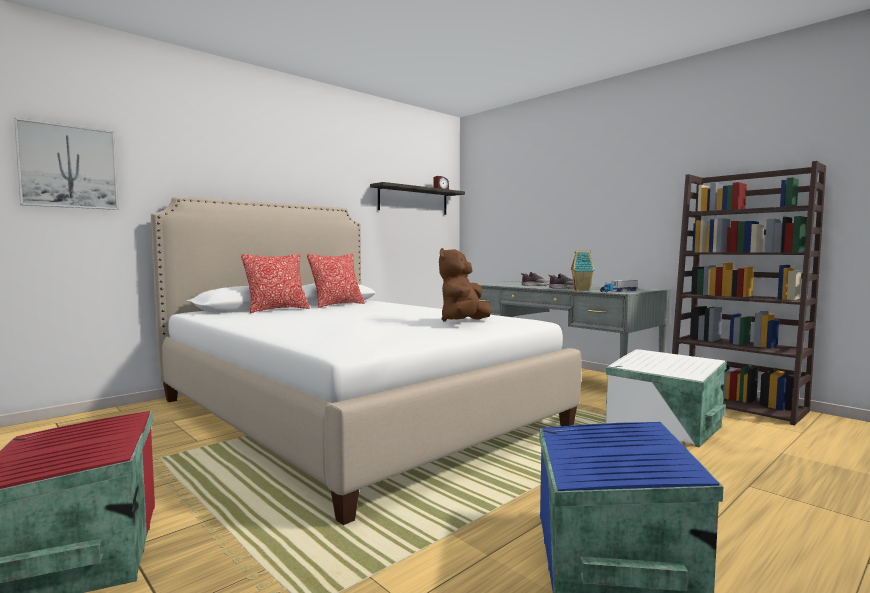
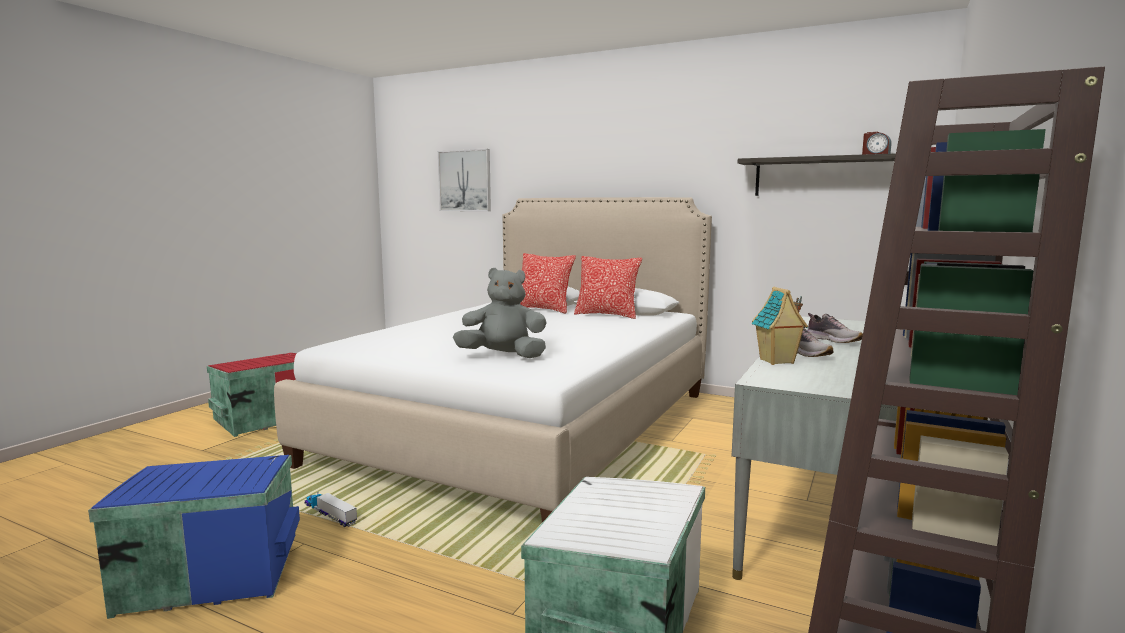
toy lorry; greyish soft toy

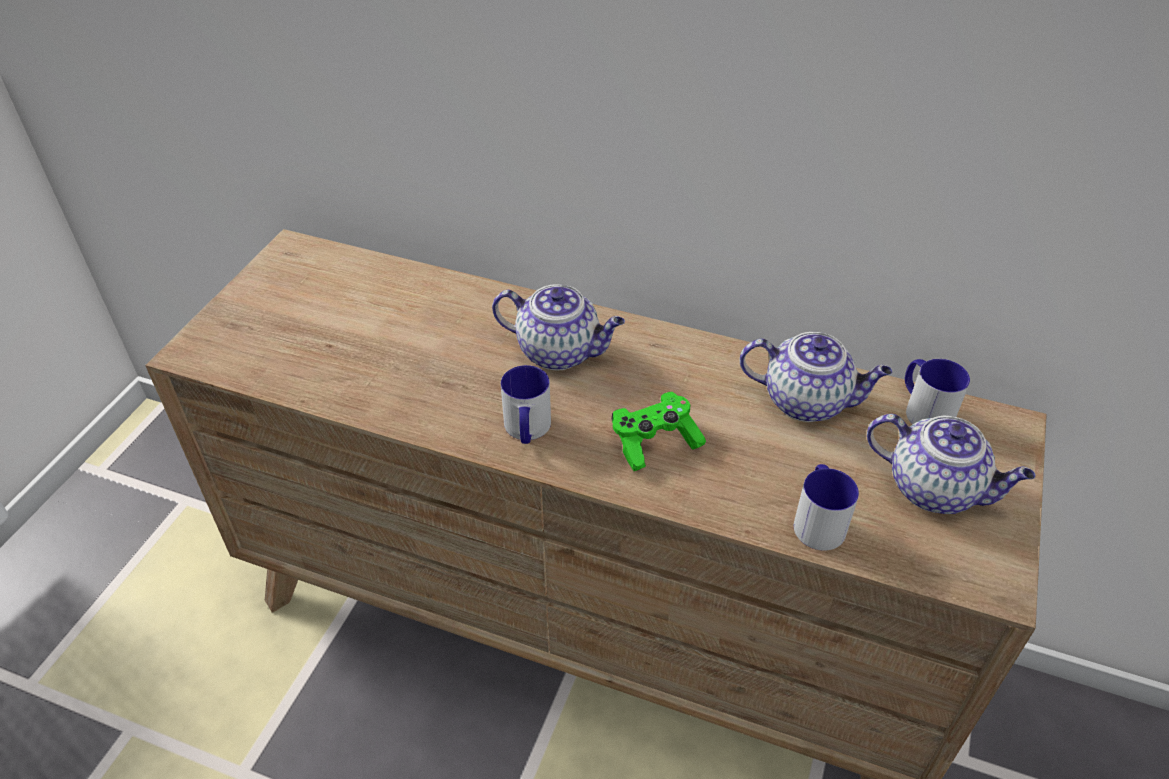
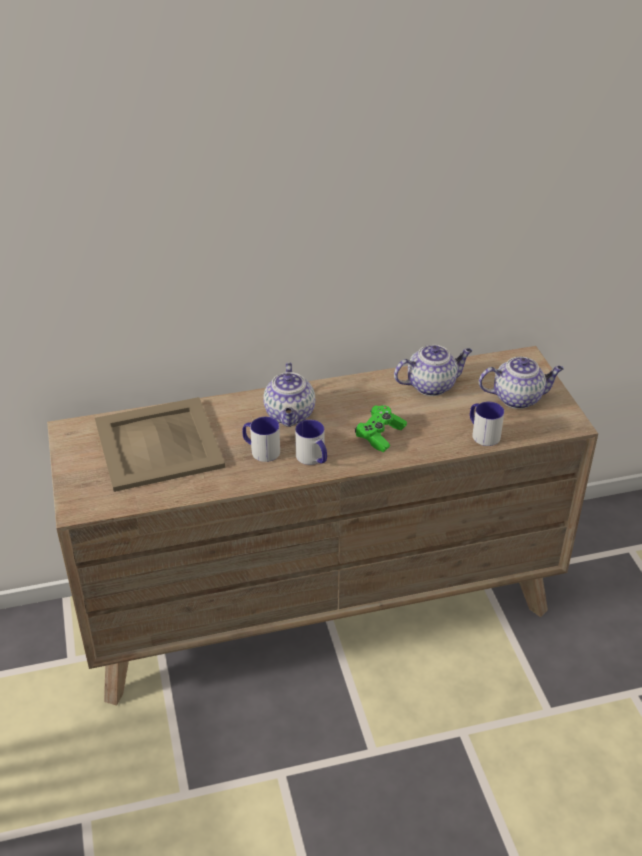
beige carrying tray; coffee mug (no. 1 from left); teapot (no. 1 from left)

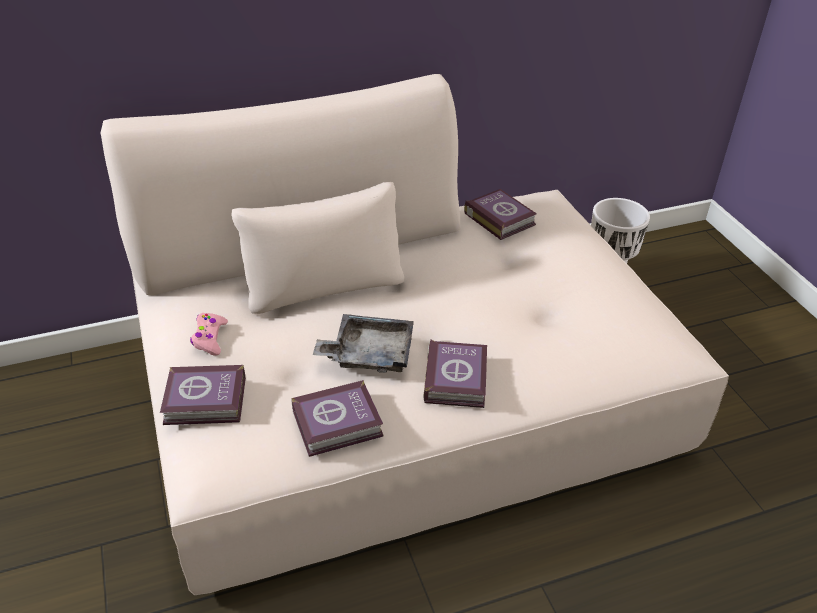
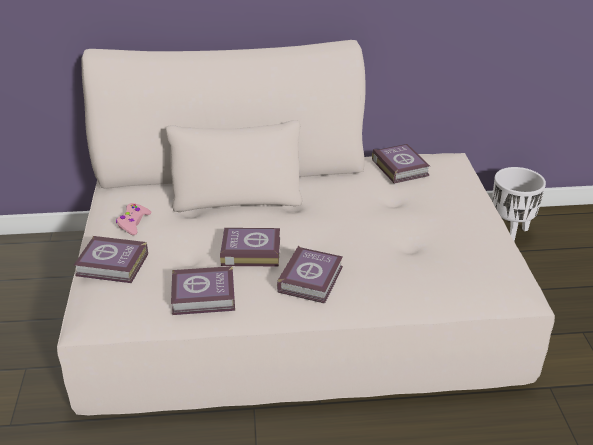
bound book (no. 3 from left)

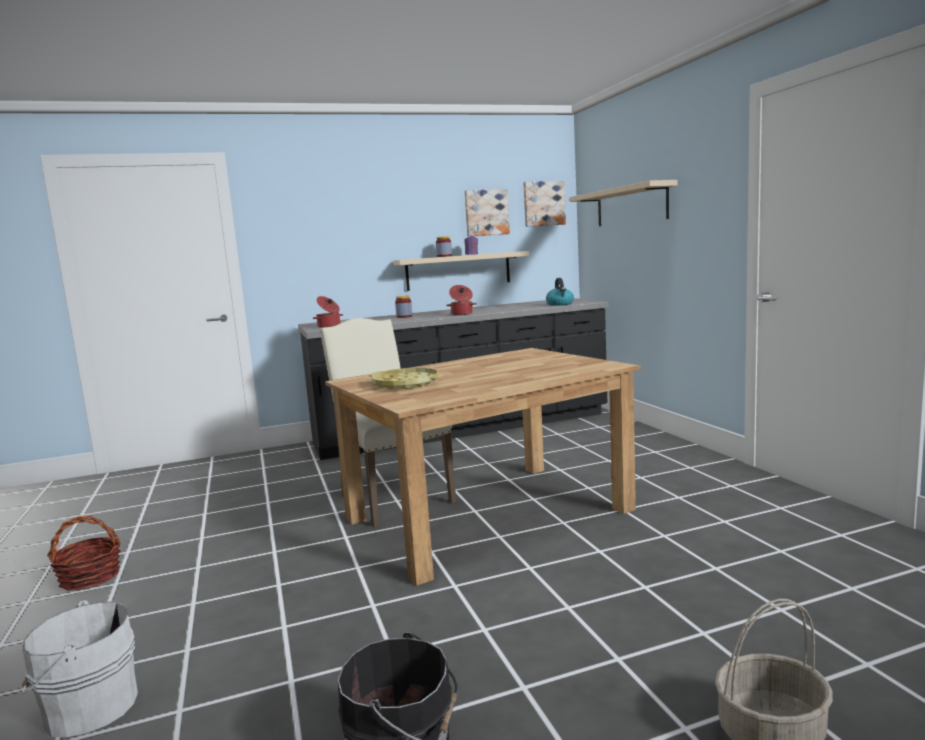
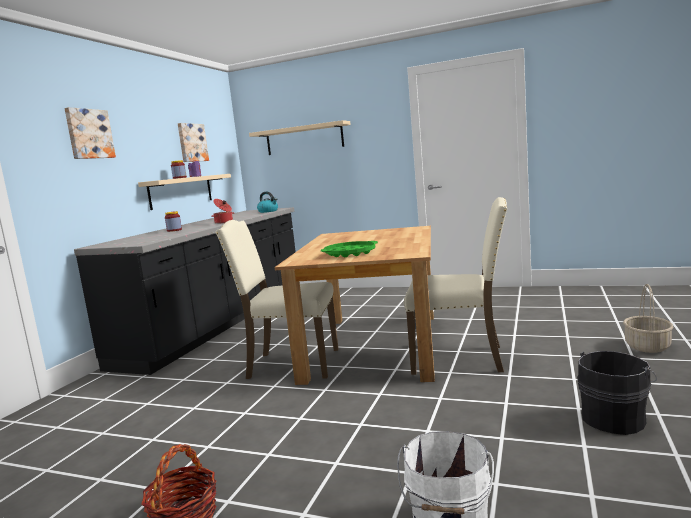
saucepot (no. 1 from left in the first image); beige upright chair (no. 2 from left); picture (no. 1 from left); greenish carrying tray

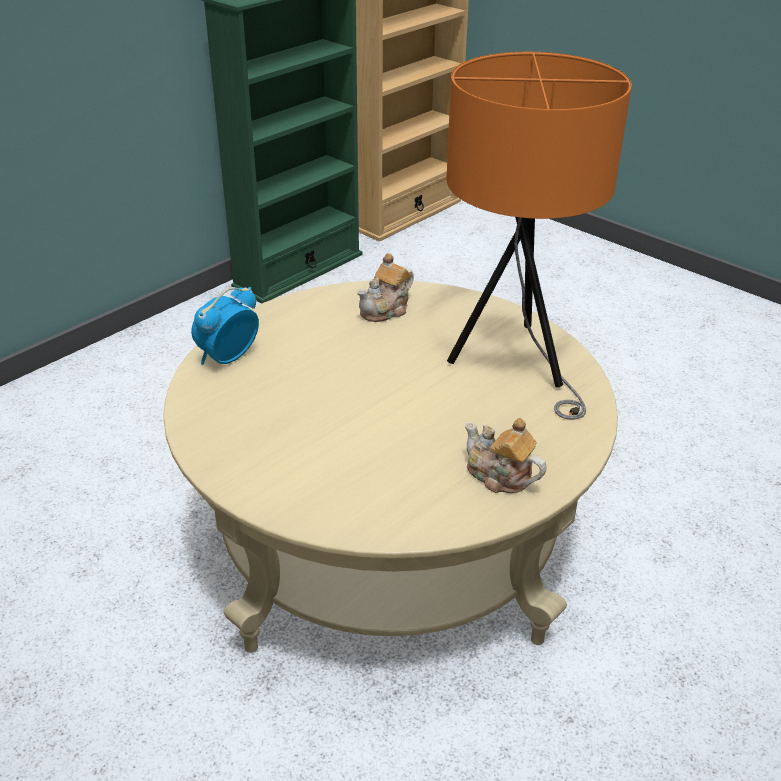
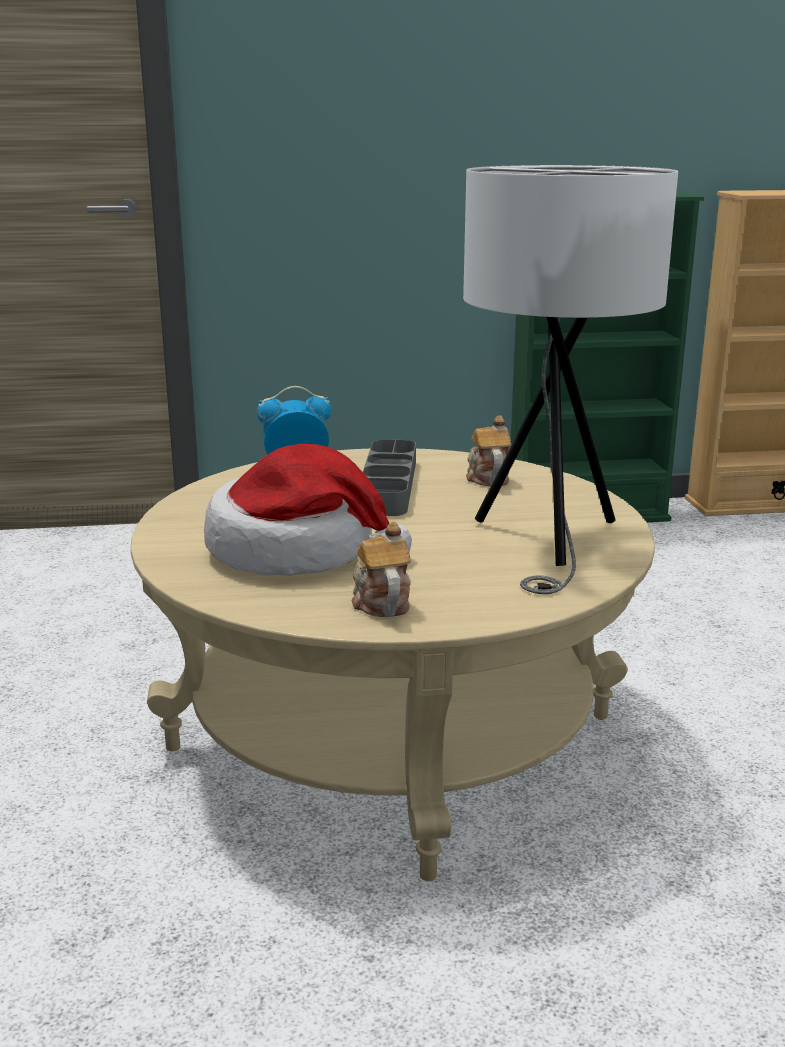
clothing hat; greyish carrying tray; white-coloured lamp for a table; teapot (no. 2 from left)

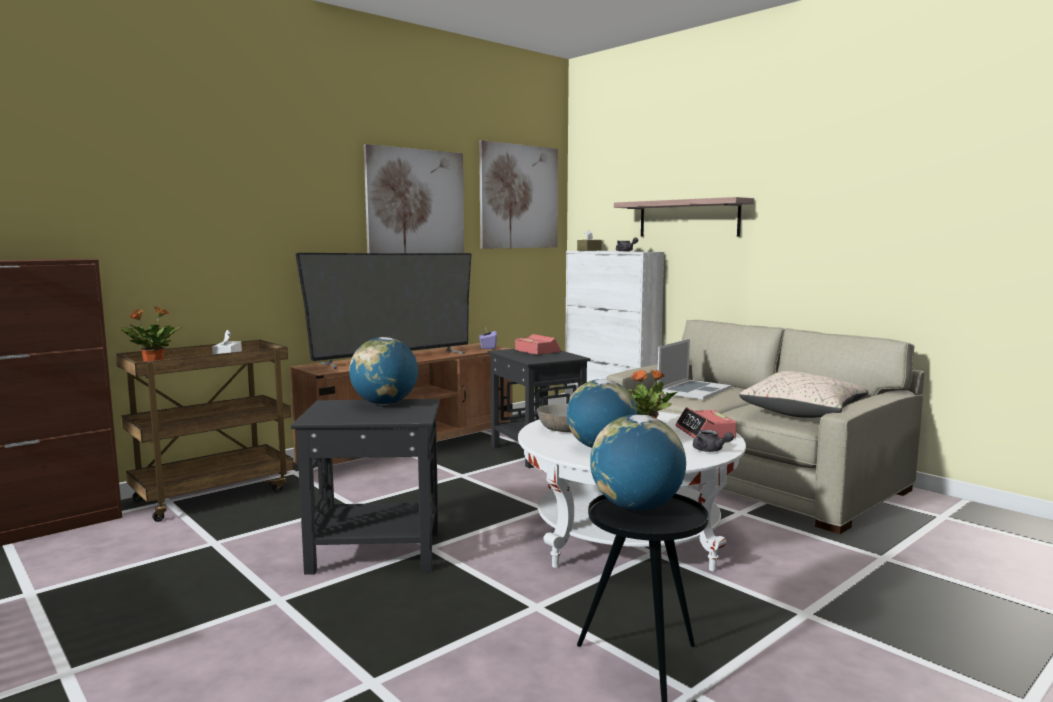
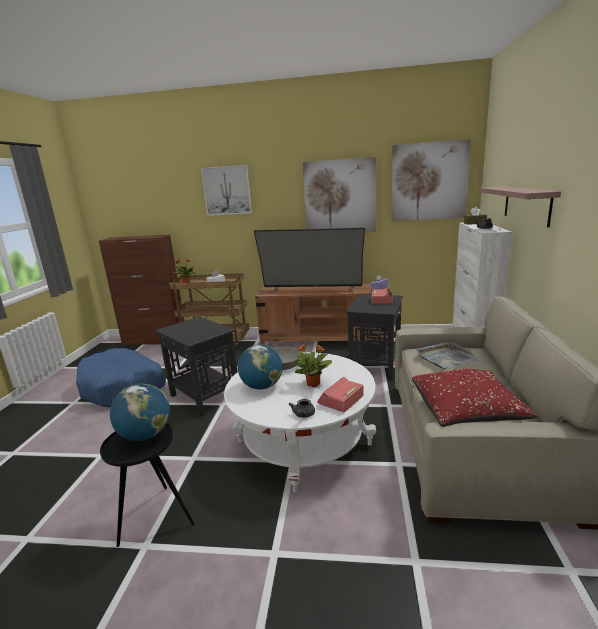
desk globe (no. 1 from left in the first image); blue-coloured dog bed; picture (no. 1 from left); greyish carrying tray; reddish cushion

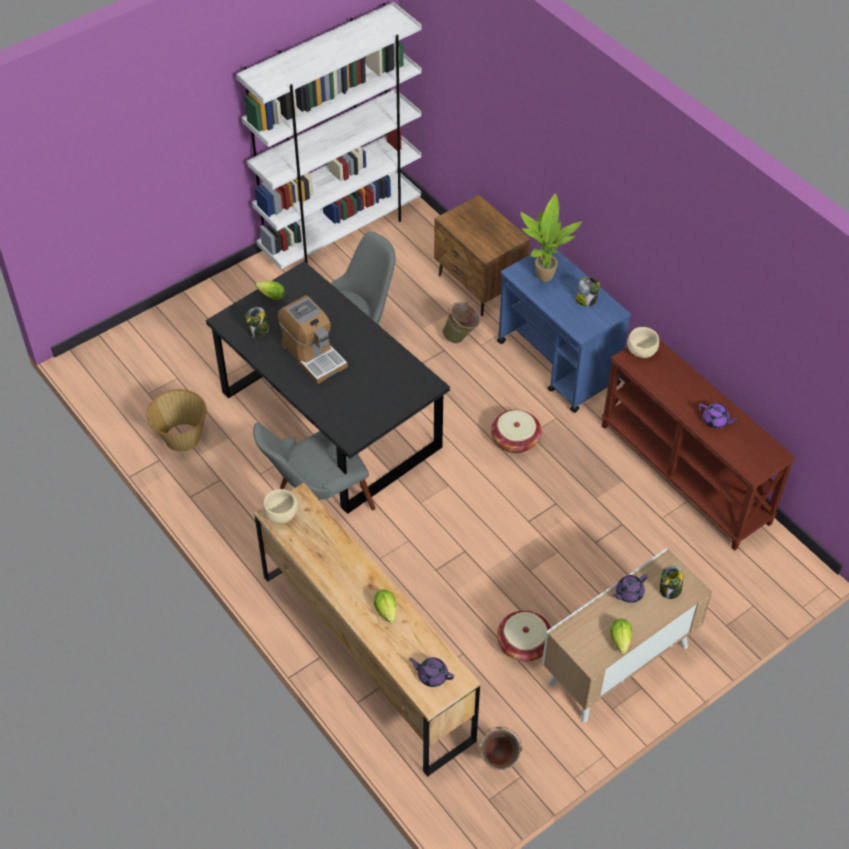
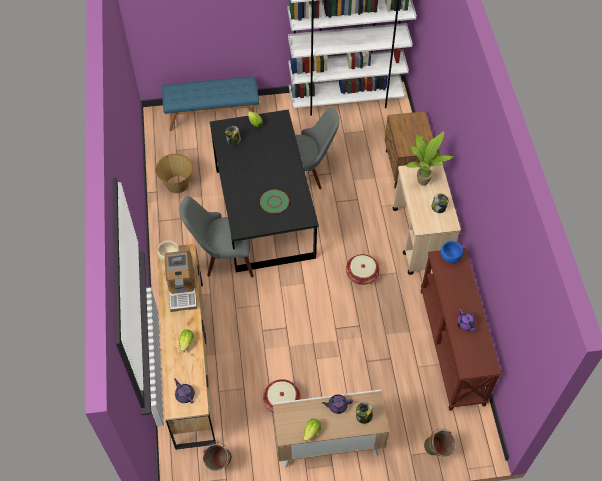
blue-coloured indoor bench; greenish dinner plate; coffee machine; greenish bucket (no. 2 from left); beige wheeled cart; blue-coloured bowl

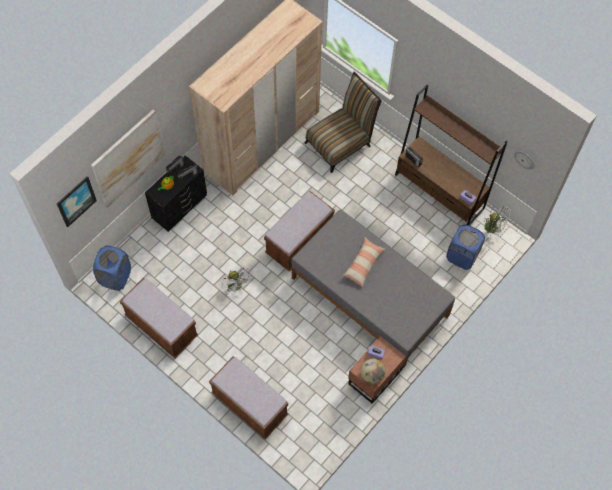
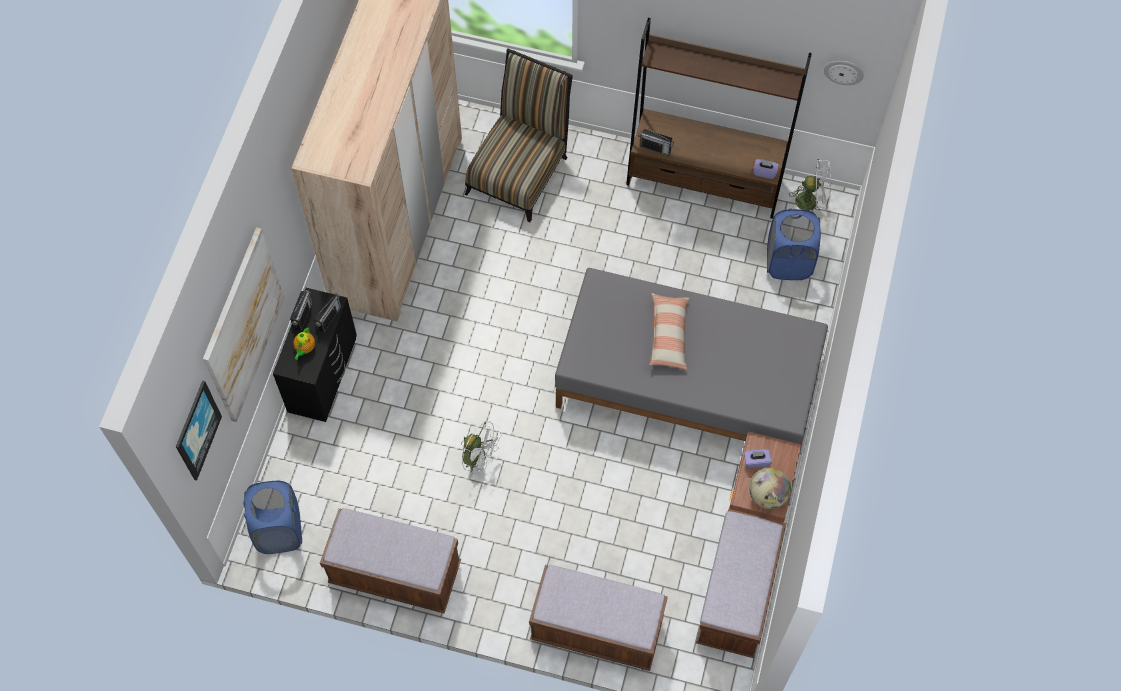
brown-coloured indoor bench (no. 3 from left)

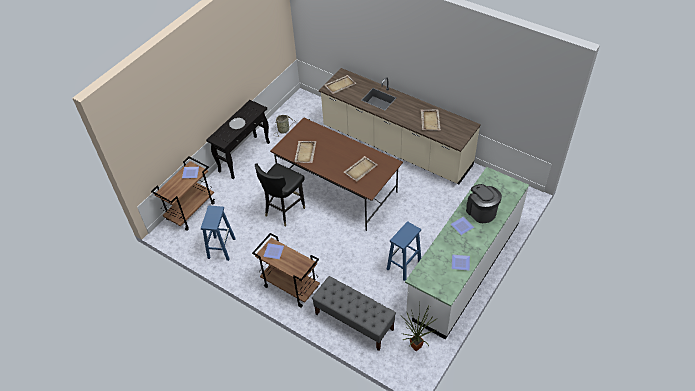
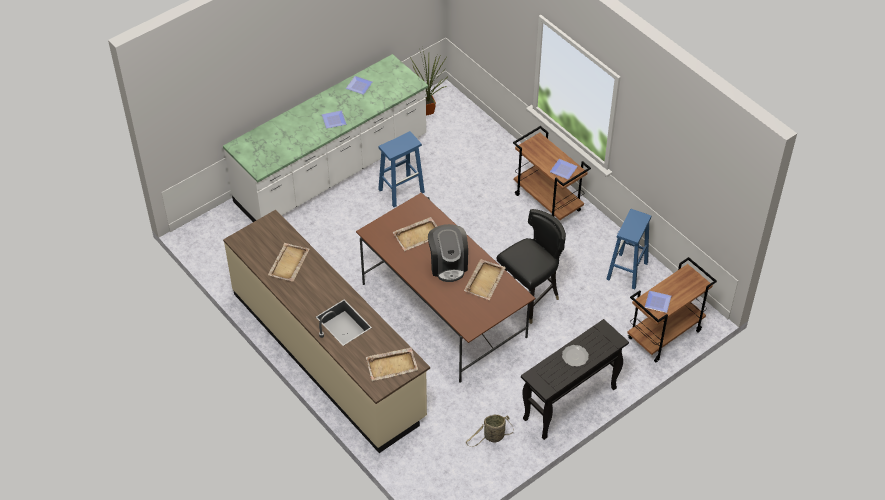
greyish indoor bench; coffee machine

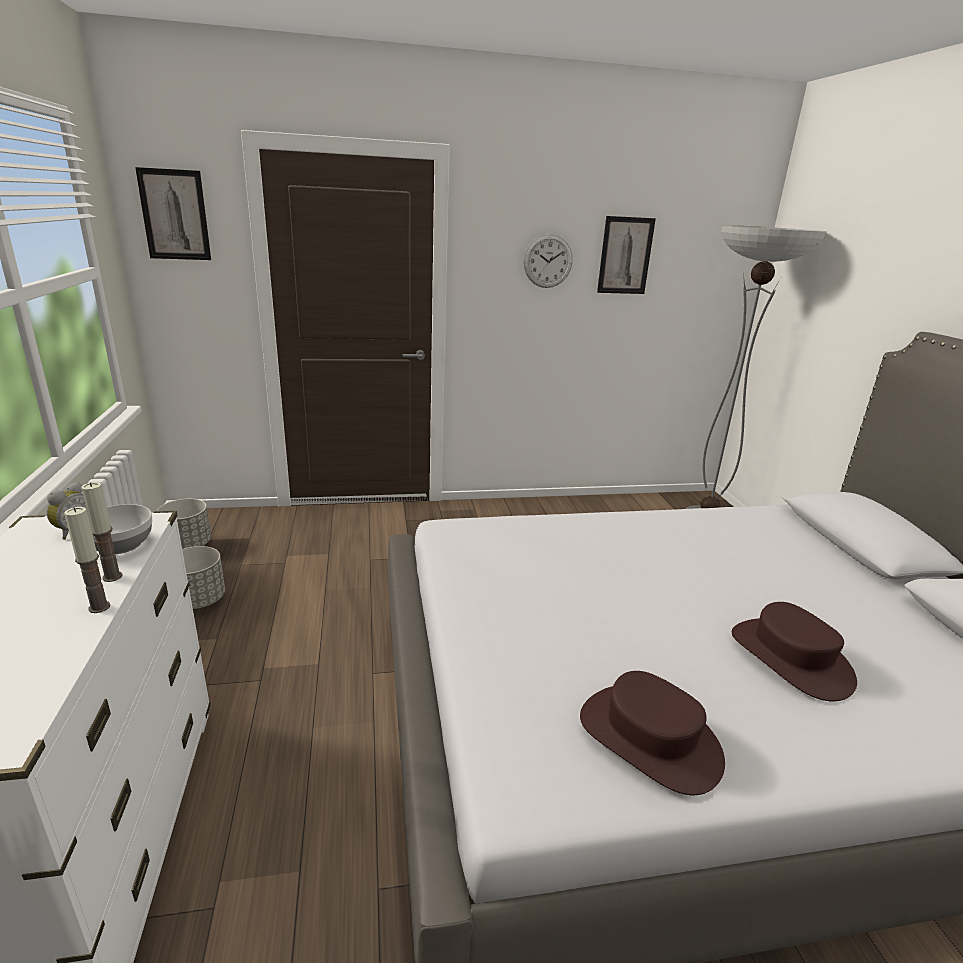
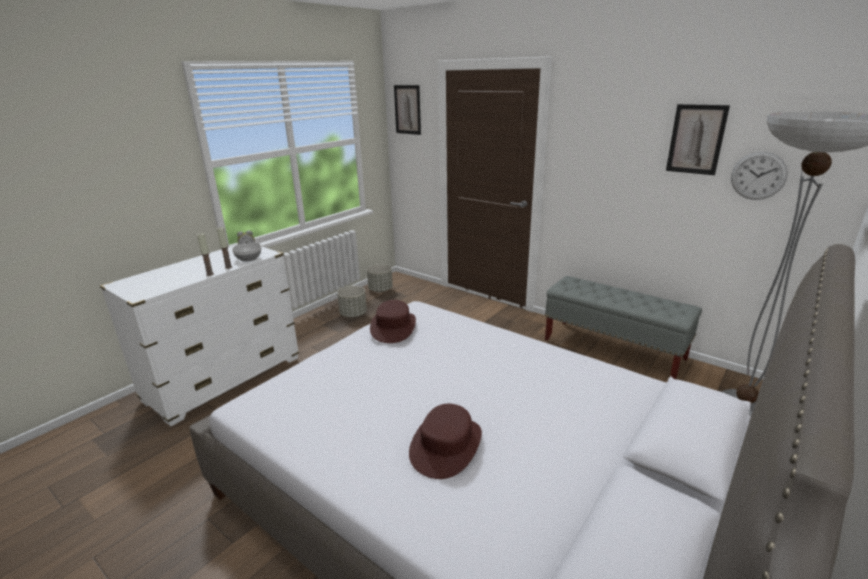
greyish indoor bench; clock on the wall; brown-coloured clothing hat (no. 1 from left)

